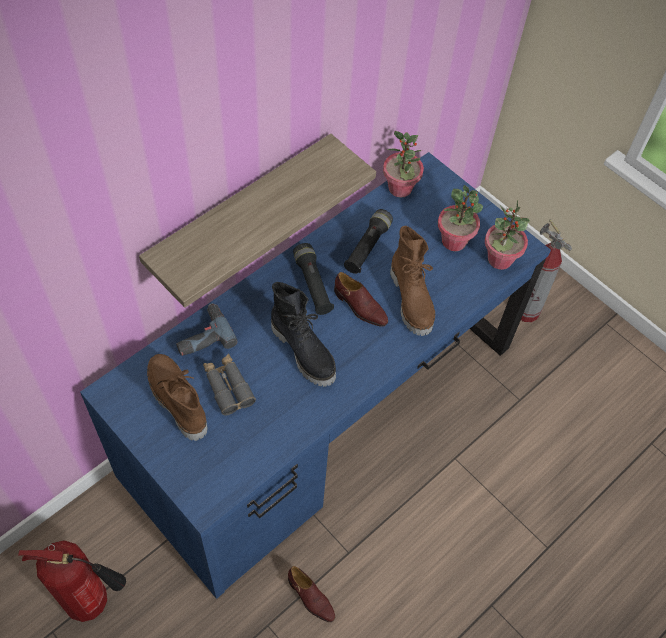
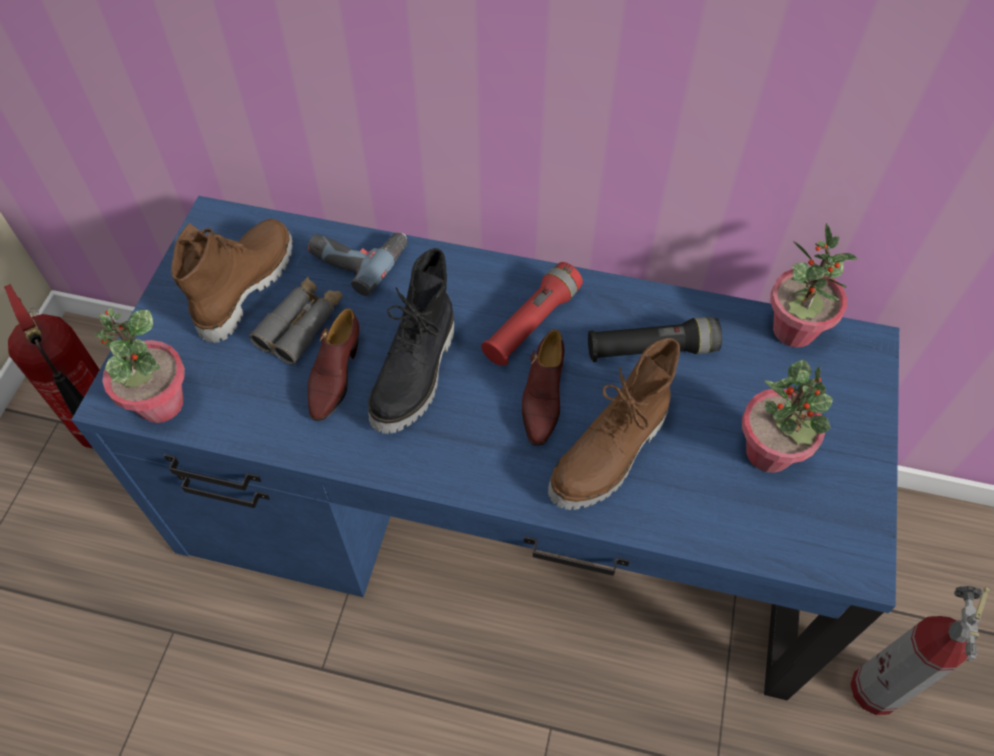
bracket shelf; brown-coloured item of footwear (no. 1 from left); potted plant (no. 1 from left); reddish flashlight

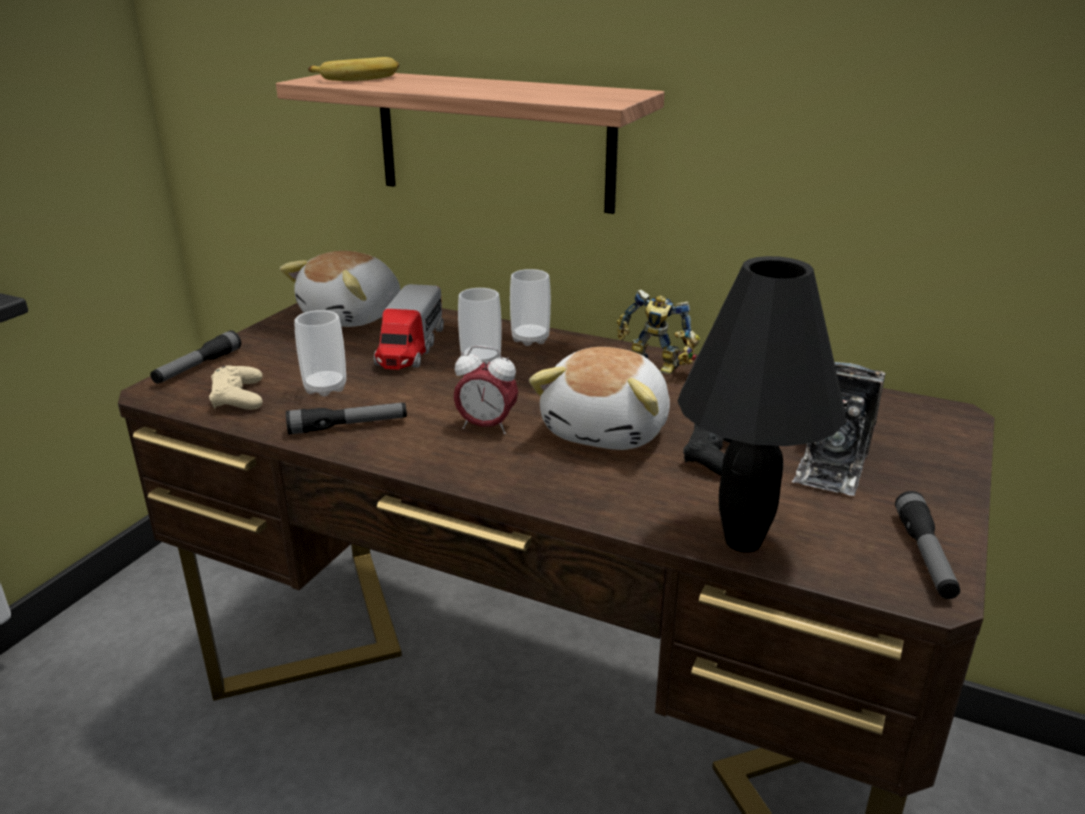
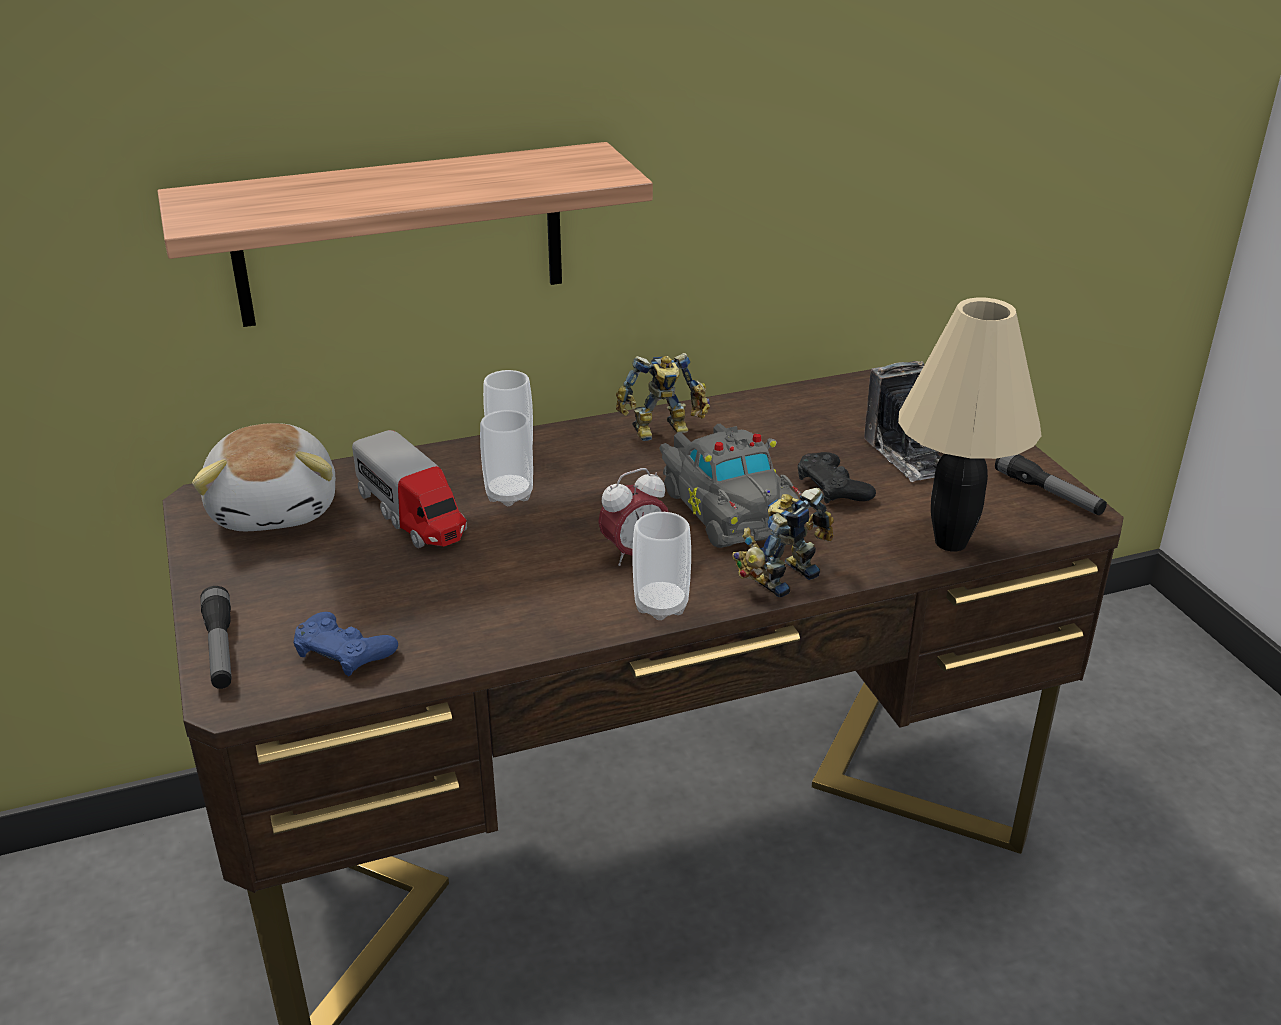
flashlight (no. 2 from left in the first image); whole banana; toy robot (no. 2 from left); small cup (no. 3 from left); greyish toy car; blue-coloured game controller; beige lamp for a table

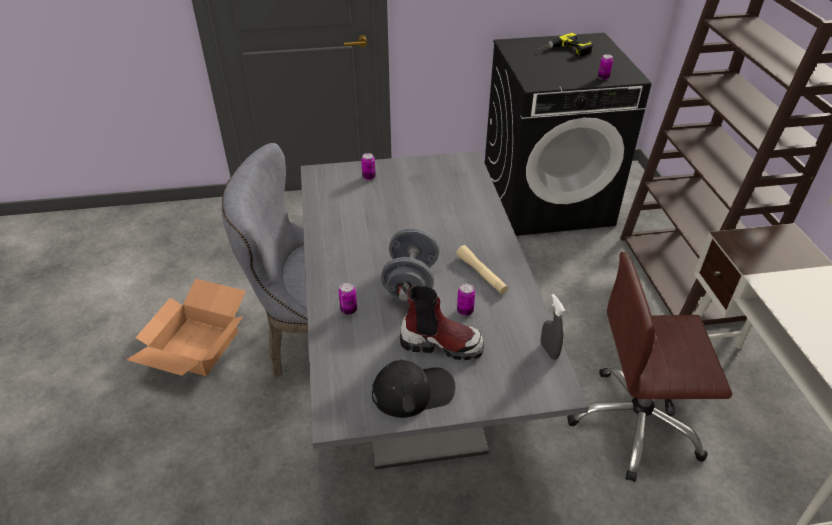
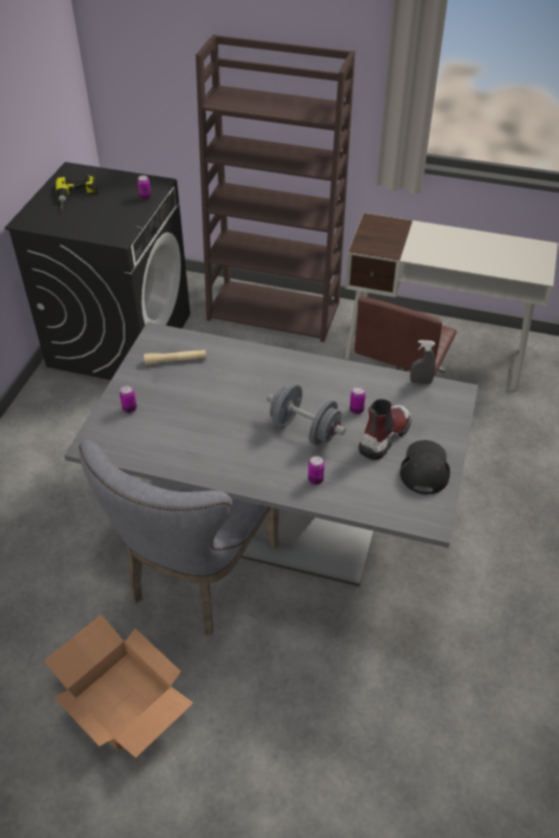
beige flashlight

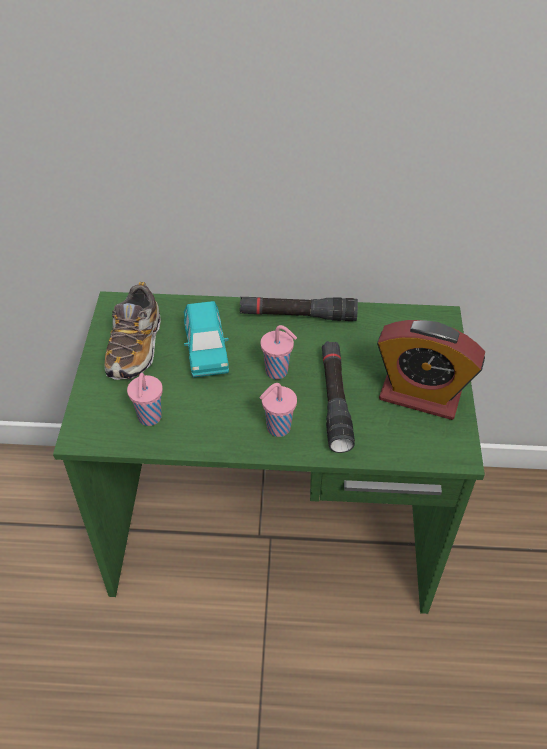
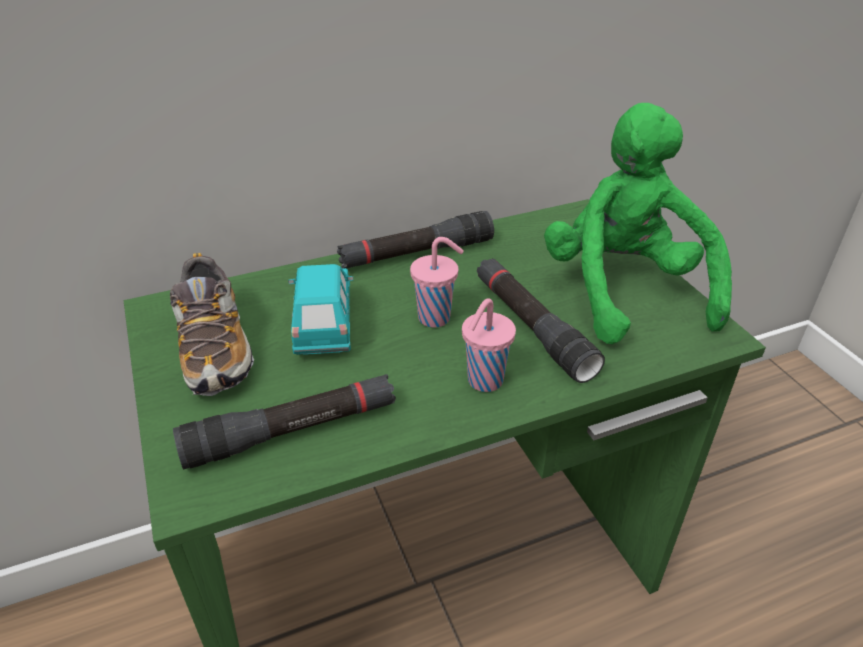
black-coloured flashlight (no. 1 from left); greenish soft toy; turquoise-coloured toy car

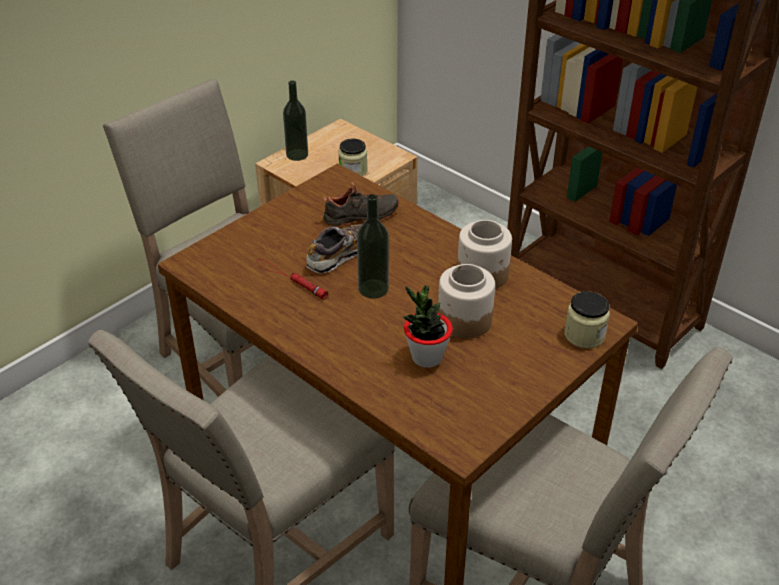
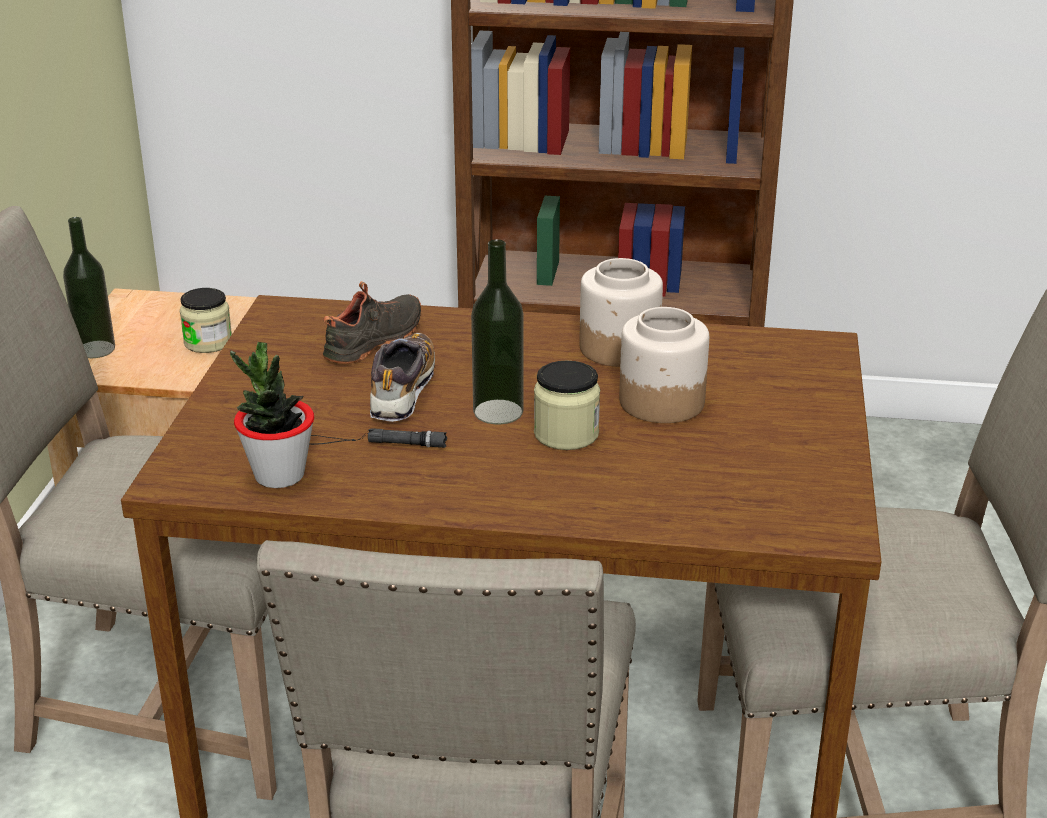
potted plant; preserve jar (no. 2 from left); black-coloured flashlight

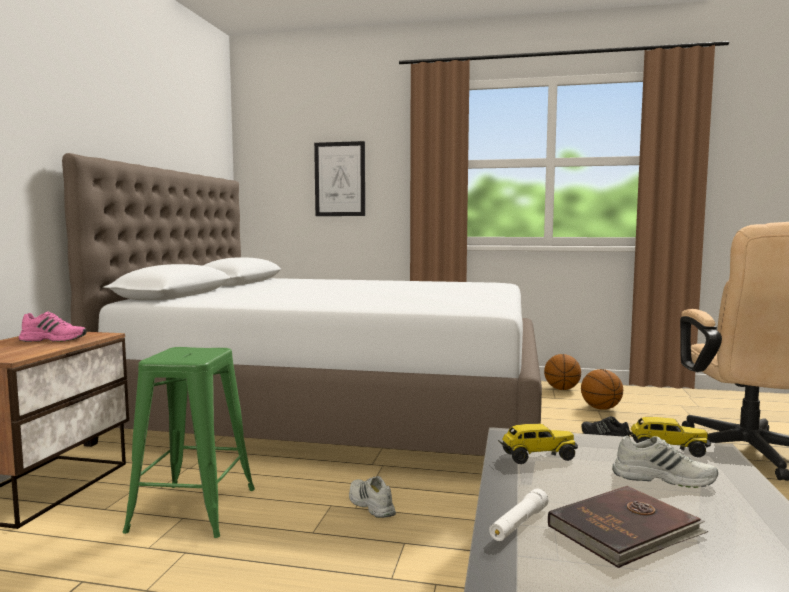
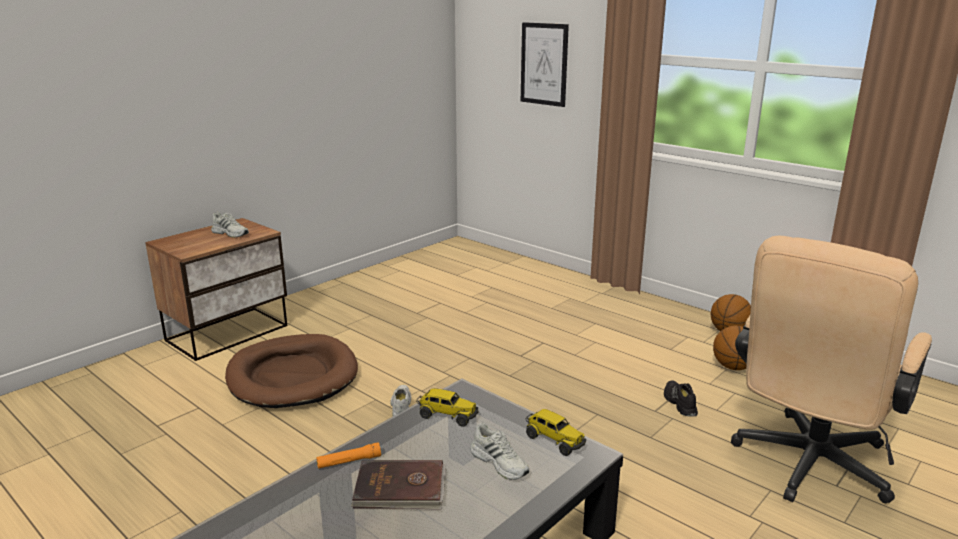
white-coloured bedroom bed; brown-coloured dog bed; white-coloured item of footwear (no. 1 from left); orange-coloured flashlight

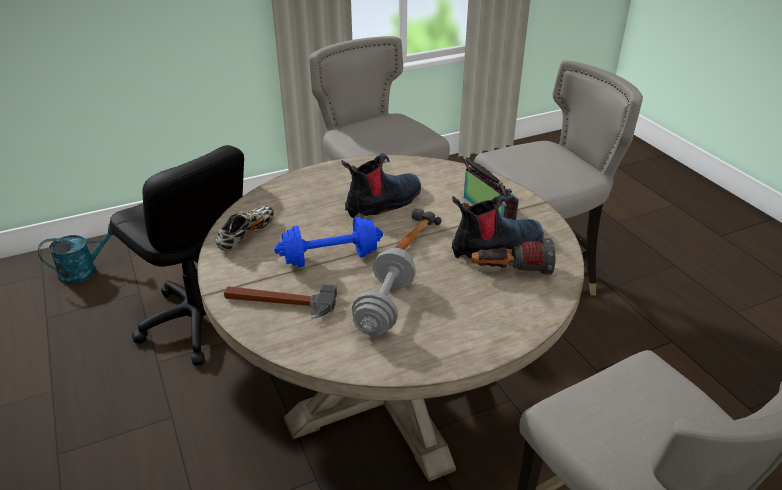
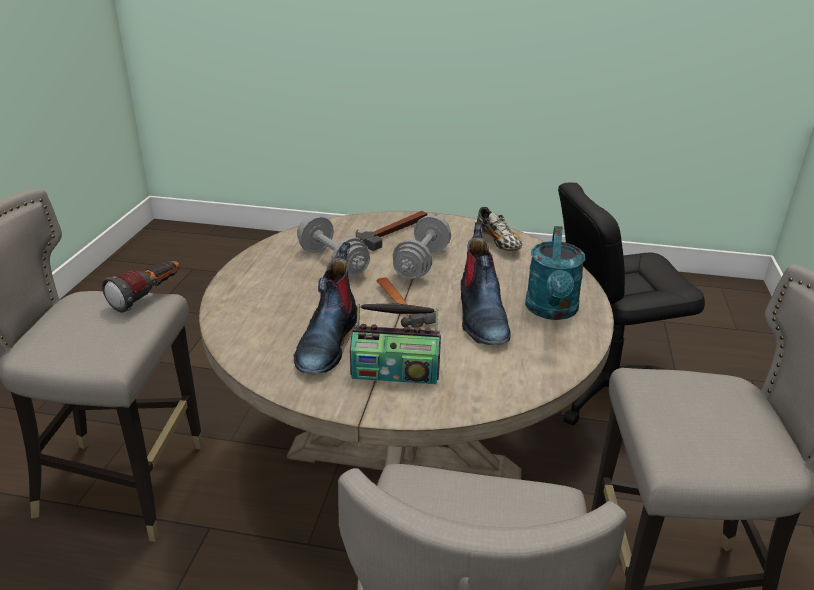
turquoise-coloured watering pot; flashlight; greyish hand weight (no. 2 from left)

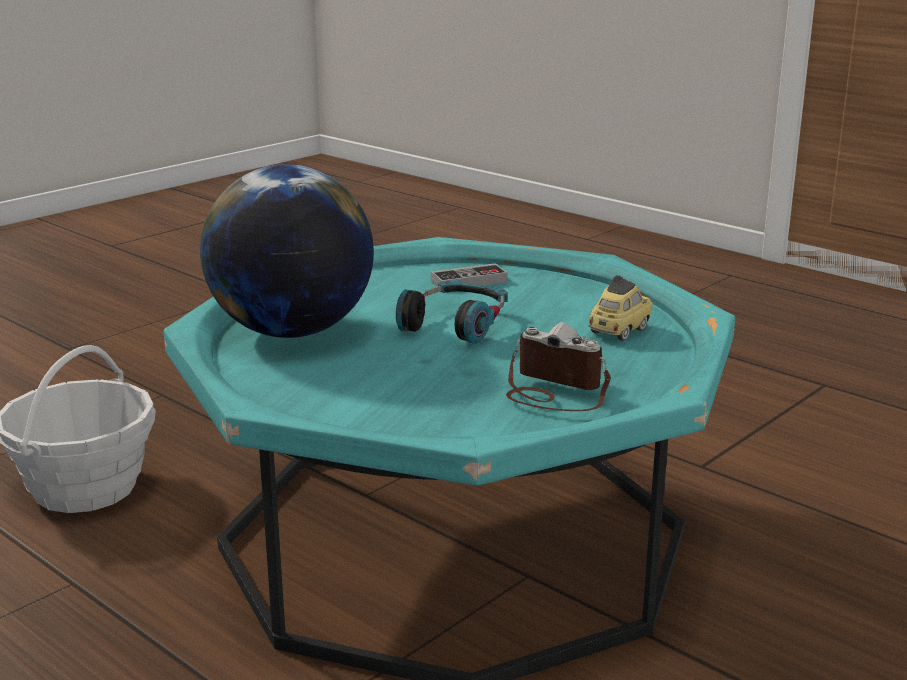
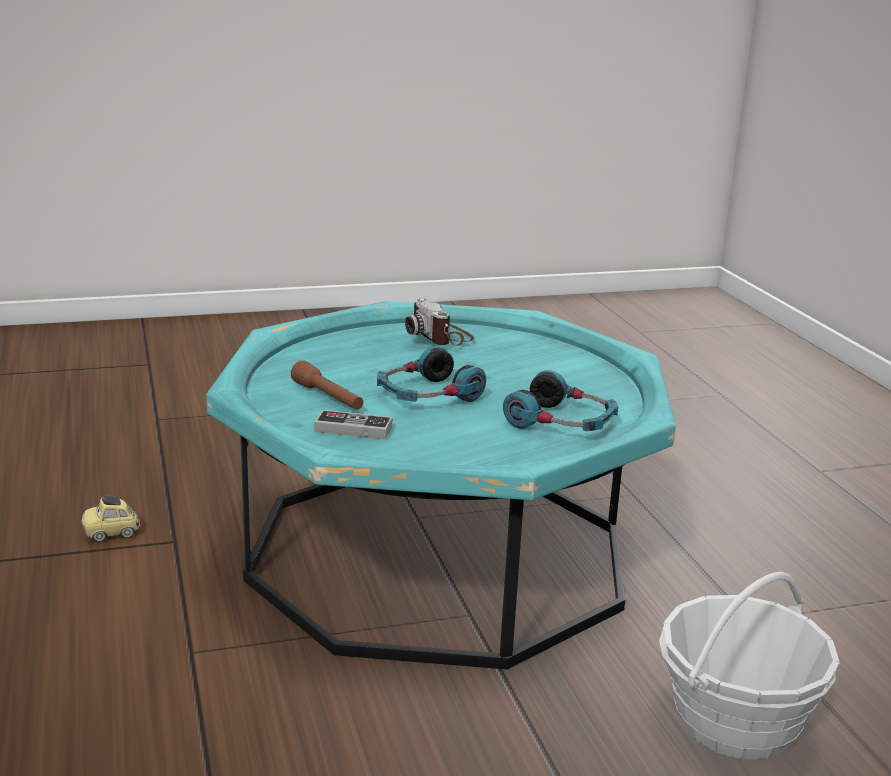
brown-coloured flashlight; toy car; pair of headphones (no. 2 from left)

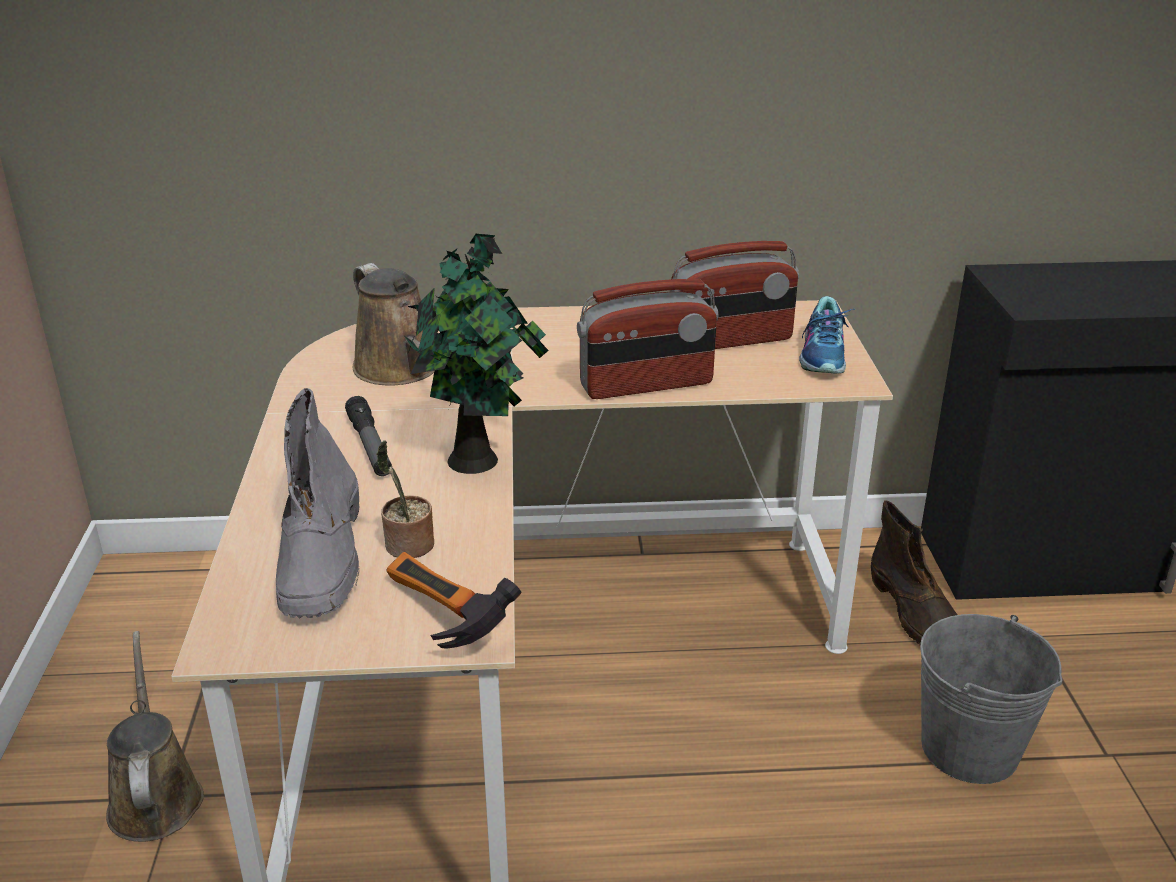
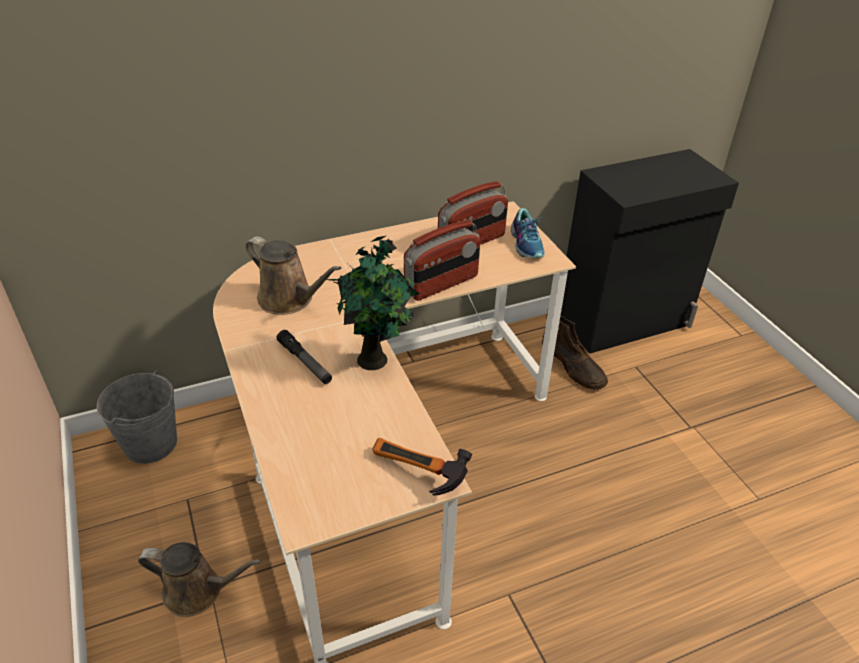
greyish tall boot; potted plant (no. 1 from left in the first image); greyish bucket; brown-coloured watering pot (no. 1 from left)

